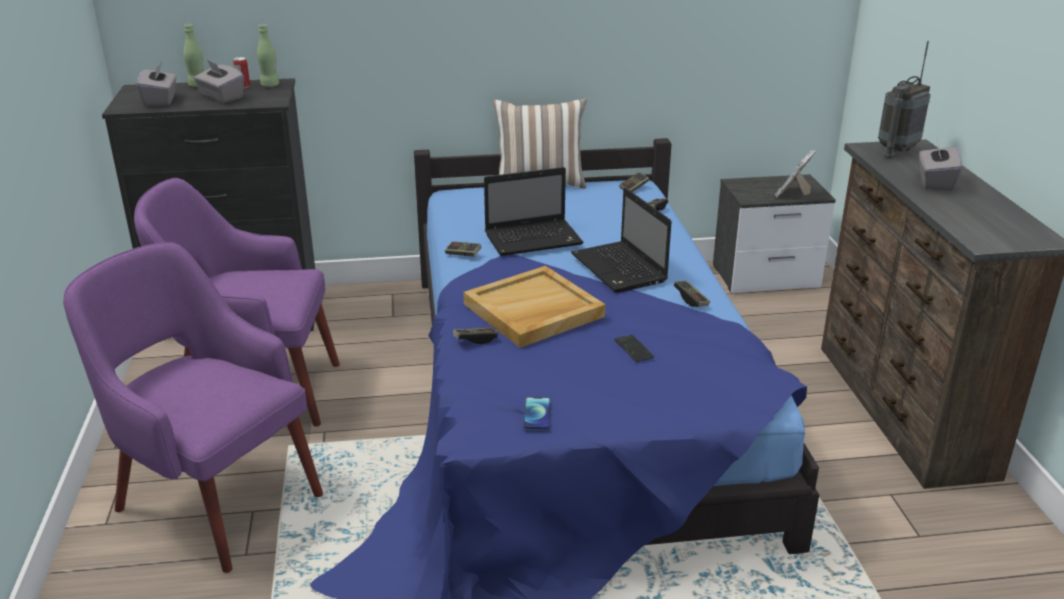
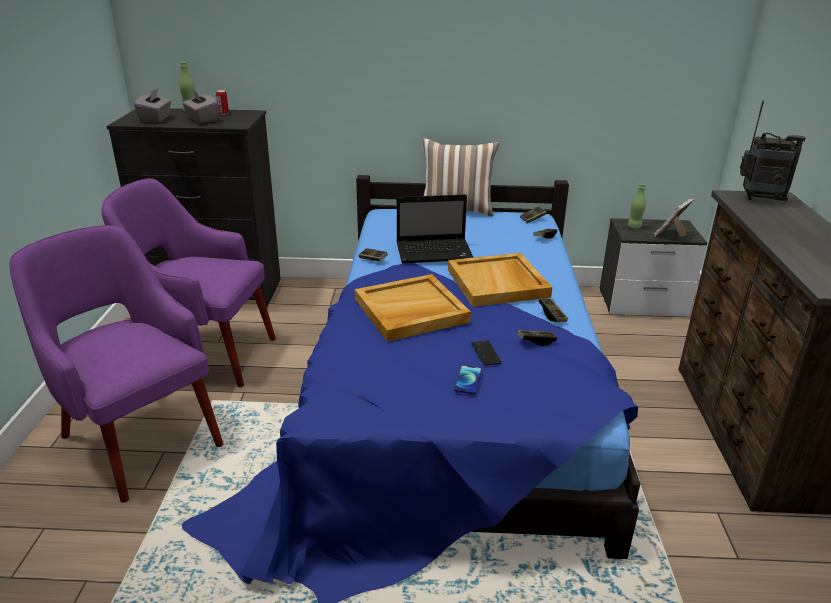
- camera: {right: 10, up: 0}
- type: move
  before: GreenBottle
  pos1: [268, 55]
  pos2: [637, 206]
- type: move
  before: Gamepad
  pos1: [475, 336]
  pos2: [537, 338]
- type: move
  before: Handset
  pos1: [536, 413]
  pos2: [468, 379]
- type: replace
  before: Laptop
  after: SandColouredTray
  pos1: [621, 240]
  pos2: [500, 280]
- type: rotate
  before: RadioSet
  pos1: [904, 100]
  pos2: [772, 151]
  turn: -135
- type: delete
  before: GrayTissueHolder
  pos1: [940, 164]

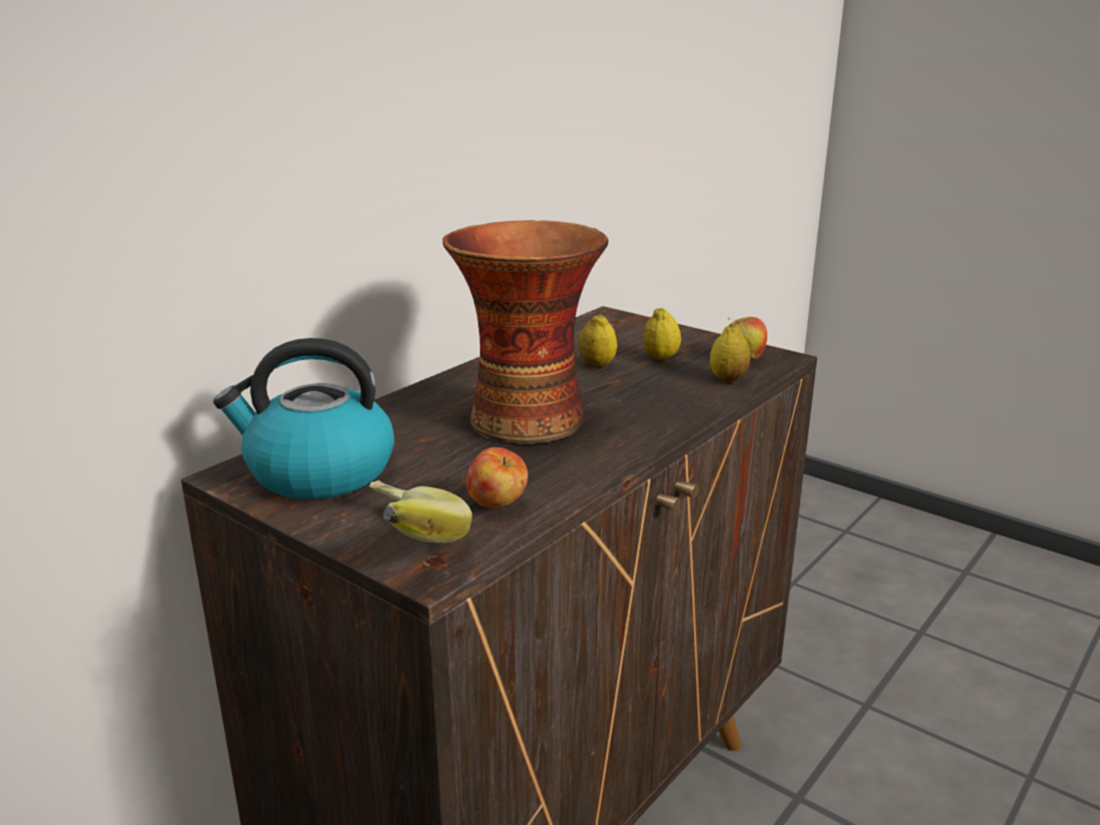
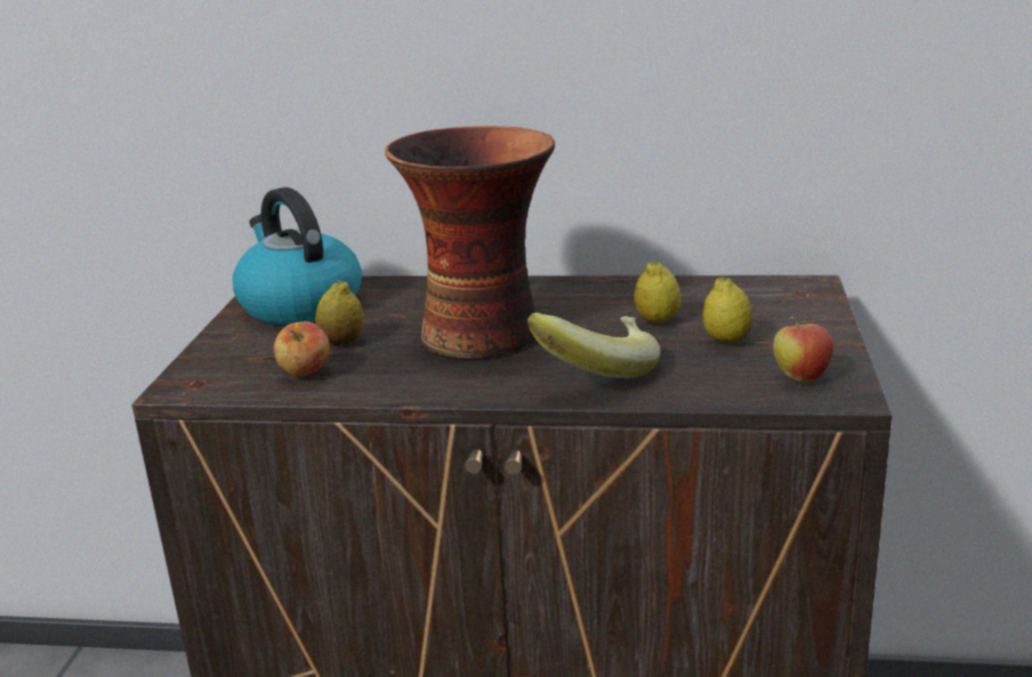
- camera: {right: 60, up: 0}
- type: move
  before: BananaFruit
  pos1: [420, 511]
  pos2: [594, 345]
- type: move
  before: WholeLemon
  pos1: [730, 353]
  pos2: [340, 313]

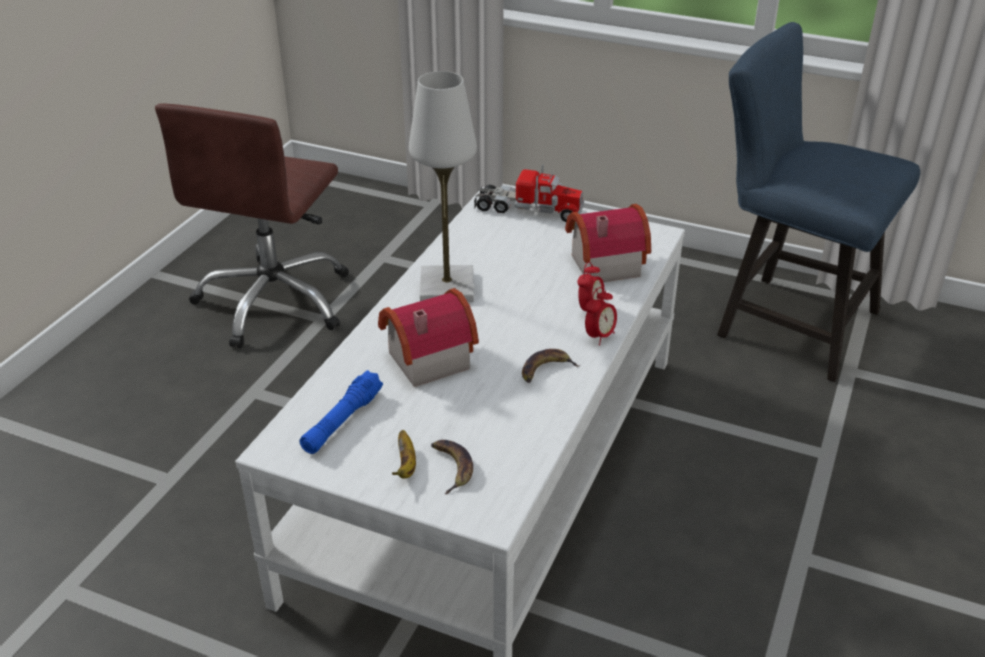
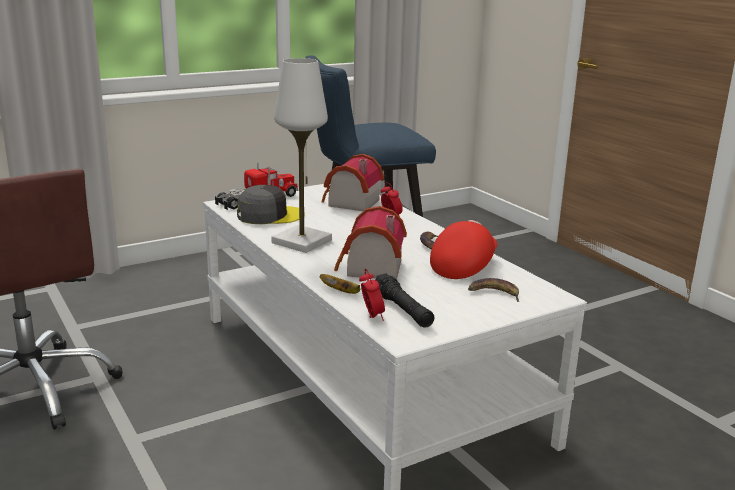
- camera: {right: -55, up: -15}
- type: recolor
  before: BlueColouredTorch
  after: BlackColouredTorch
  pos1: [341, 412]
  pos2: [405, 301]
- type: move
  before: BananaFruit
  pos1: [404, 454]
  pos2: [339, 284]
- type: move
  before: BedsideClock
  pos1: [601, 316]
  pos2: [372, 295]
- type: insert
  after: GrayCap
  pos2: [271, 204]
- type: insert
  after: RedCap
  pos2: [463, 249]

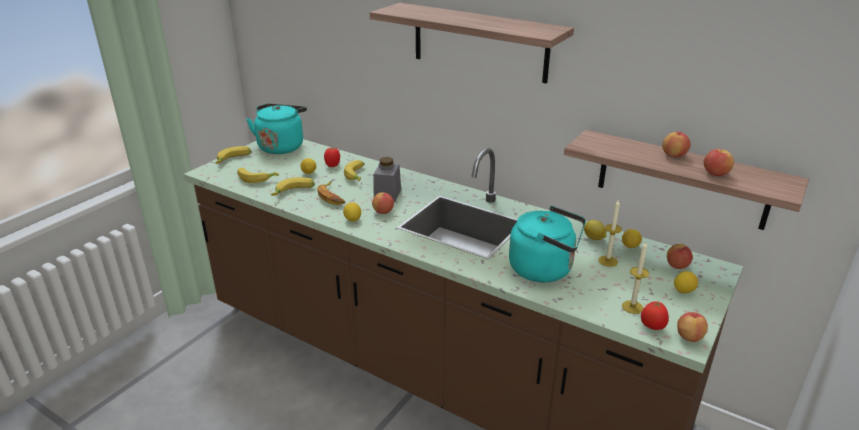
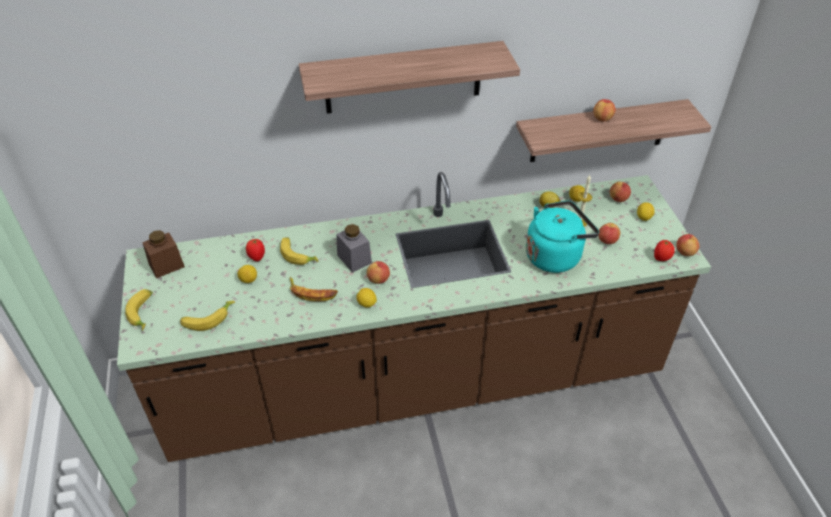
- camera: {right: -45, up: 15}
- type: replace
  before: TurquoiseColouredKettle
  after: BrownishPreserveJar
  pos1: [276, 129]
  pos2: [163, 254]
- type: delete
  before: BananaFruit
  pos1: [293, 186]
- type: delete
  before: WaxLight
  pos1: [635, 278]
- type: move
  before: AppleFruit
  pos1: [719, 162]
  pos2: [609, 233]

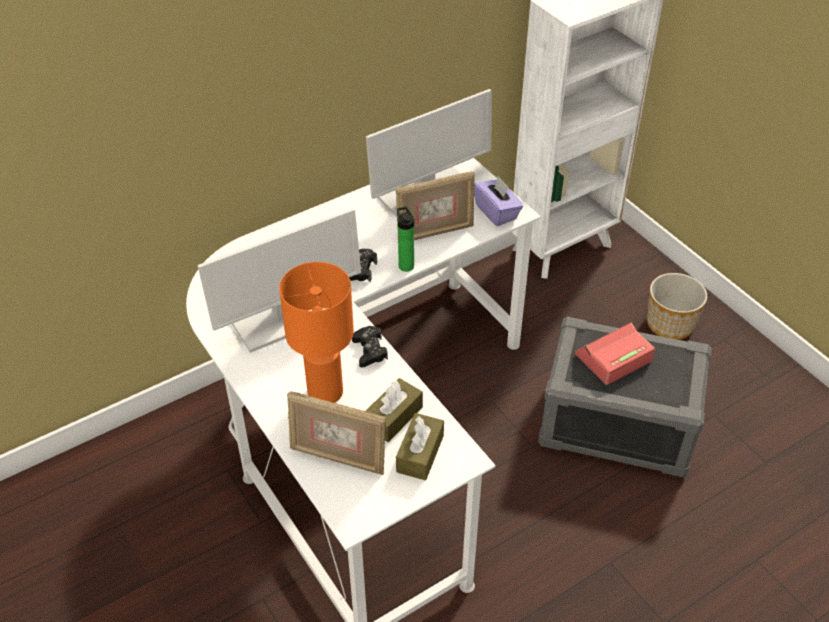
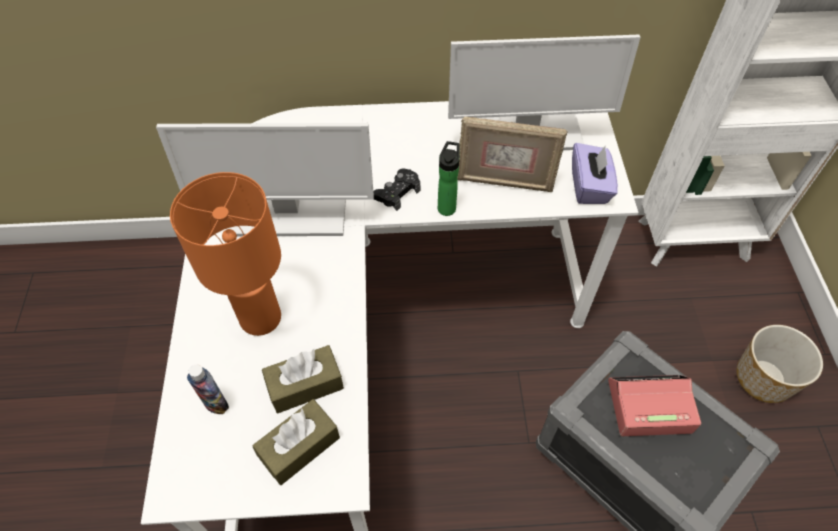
- camera: {right: 30, up: 10}
- type: replace
  before: PictureFrame
  after: Bottle
  pos1: [336, 433]
  pos2: [208, 389]
- type: delete
  before: BlackColouredGamepad
  pos1: [370, 347]

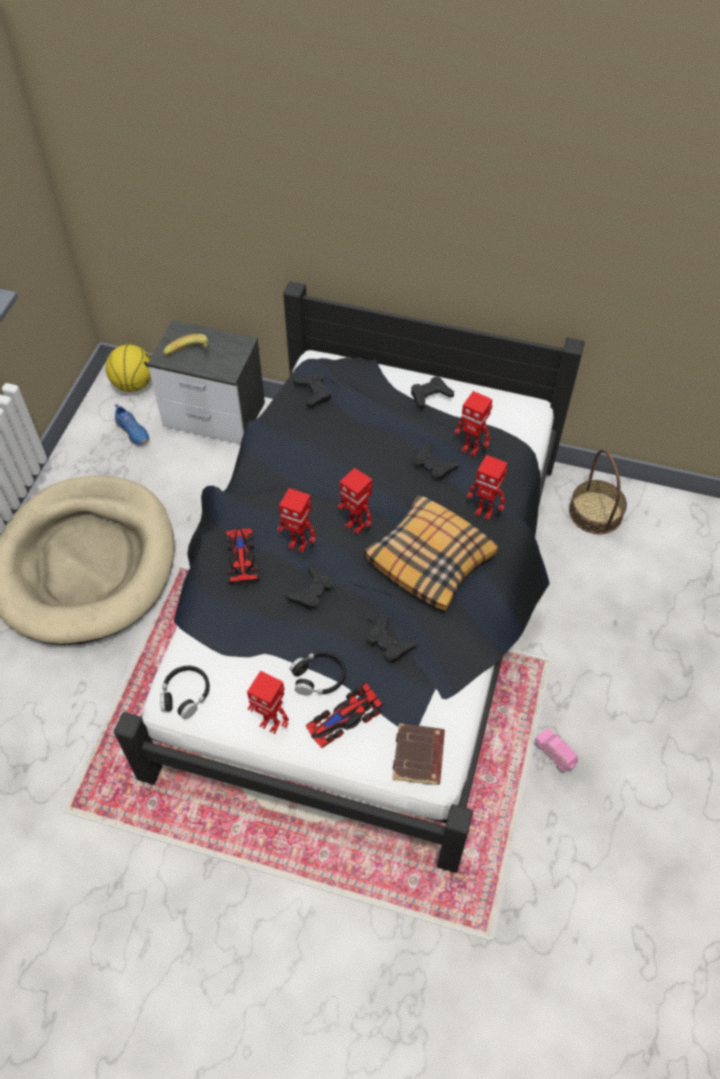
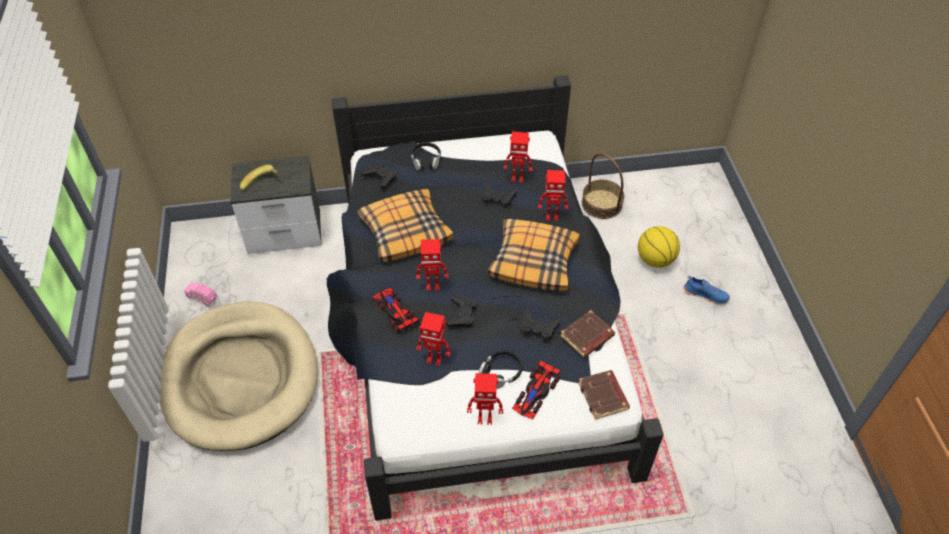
- camera: {right: -25, up: -5}
- type: move
  before: Basketball
  pos1: [128, 368]
  pos2: [659, 247]
- type: move
  before: BlueColouredLowShoe
  pos1: [132, 425]
  pos2: [706, 289]
- type: move
  before: BlackColouredHeadset
  pos1: [185, 692]
  pos2: [425, 156]
- type: move
  before: RobotFigure
  pos1: [355, 501]
  pos2: [433, 339]
- type: delete
  before: BlackColouredGamepad
  pos1: [432, 393]
- type: move
  before: PinkishModelCar
  pos1: [556, 750]
  pos2: [201, 294]
- type: insert
  after: ThrowPillow
  pos2: [405, 225]
- type: insert
  after: BrownishBoundBook
  pos2: [587, 334]

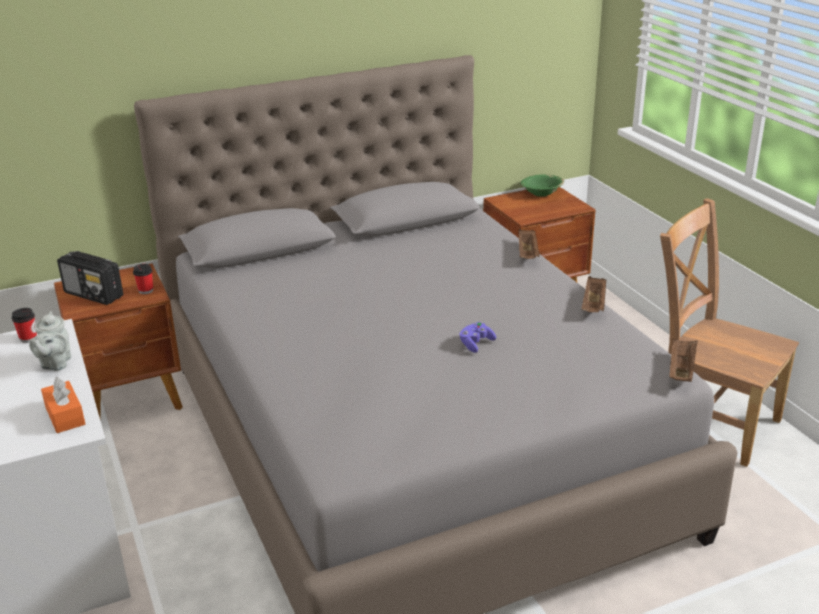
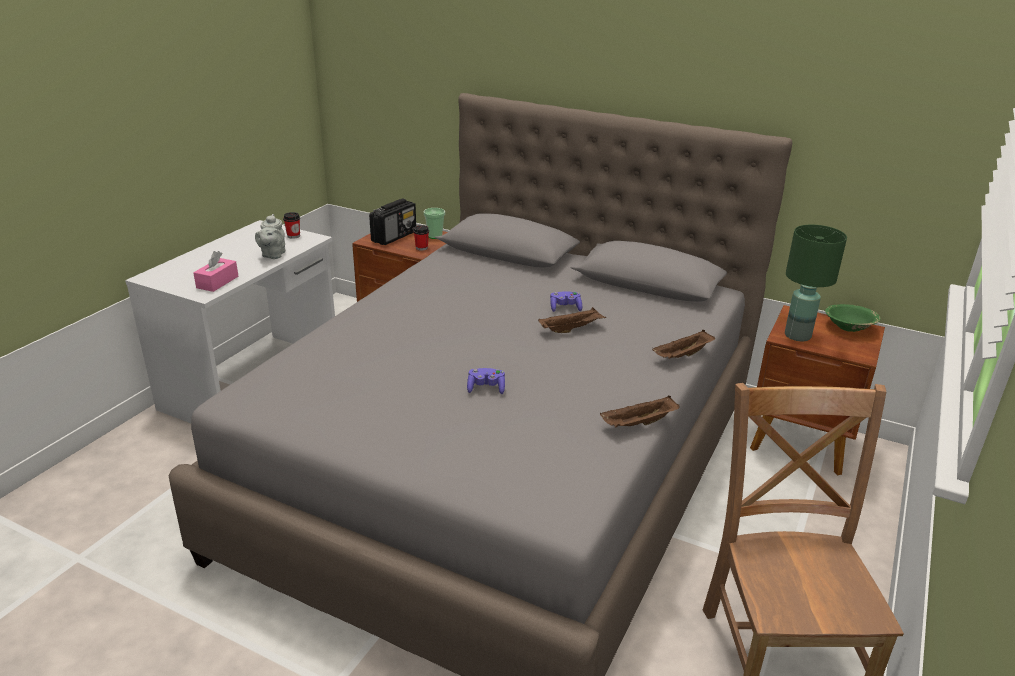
- camera: {right: 50, up: 0}
- type: rotate
  before: GrayTeaPot
  pos1: [50, 341]
  pos2: [270, 236]
  turn: -45
- type: recolor
  before: OrangeTissueHolder
  after: PinkishTissueHolder
  pos1: [63, 405]
  pos2: [215, 271]
- type: rotate
  before: RadioSet
  pos1: [90, 278]
  pos2: [392, 222]
  turn: -135
- type: move
  before: BrownishTray
  pos1: [683, 360]
  pos2: [572, 320]
- type: insert
  after: SmallCup
  pos2: [434, 223]
- type: insert
  after: PurplishGamepad
  pos2: [566, 302]
- type: insert
  after: GreenTableLamp
  pos2: [816, 283]

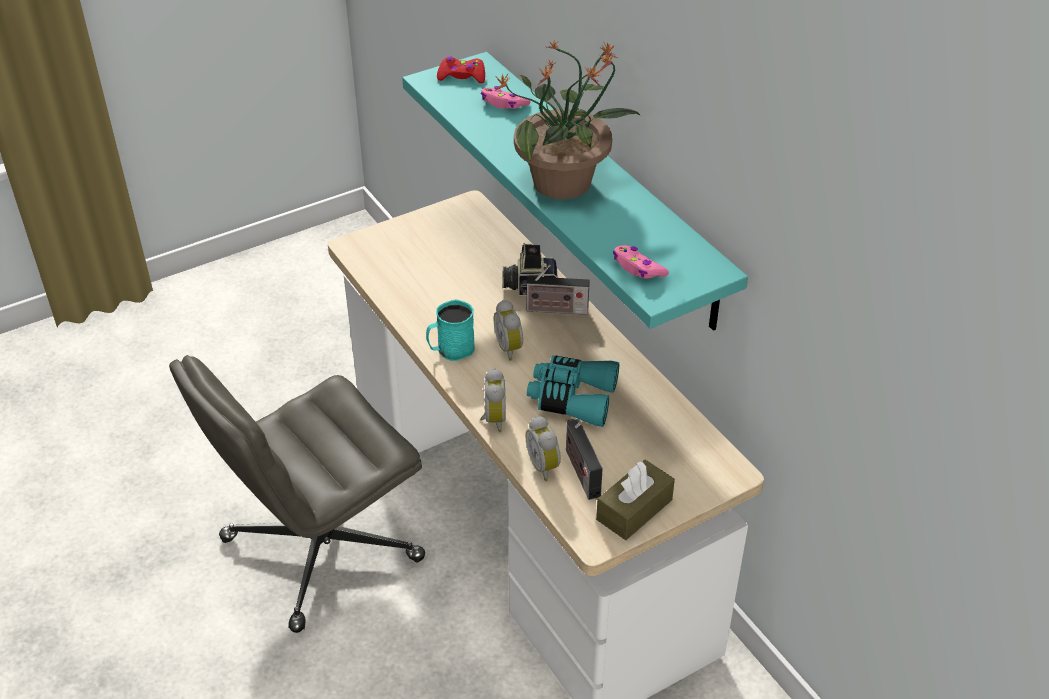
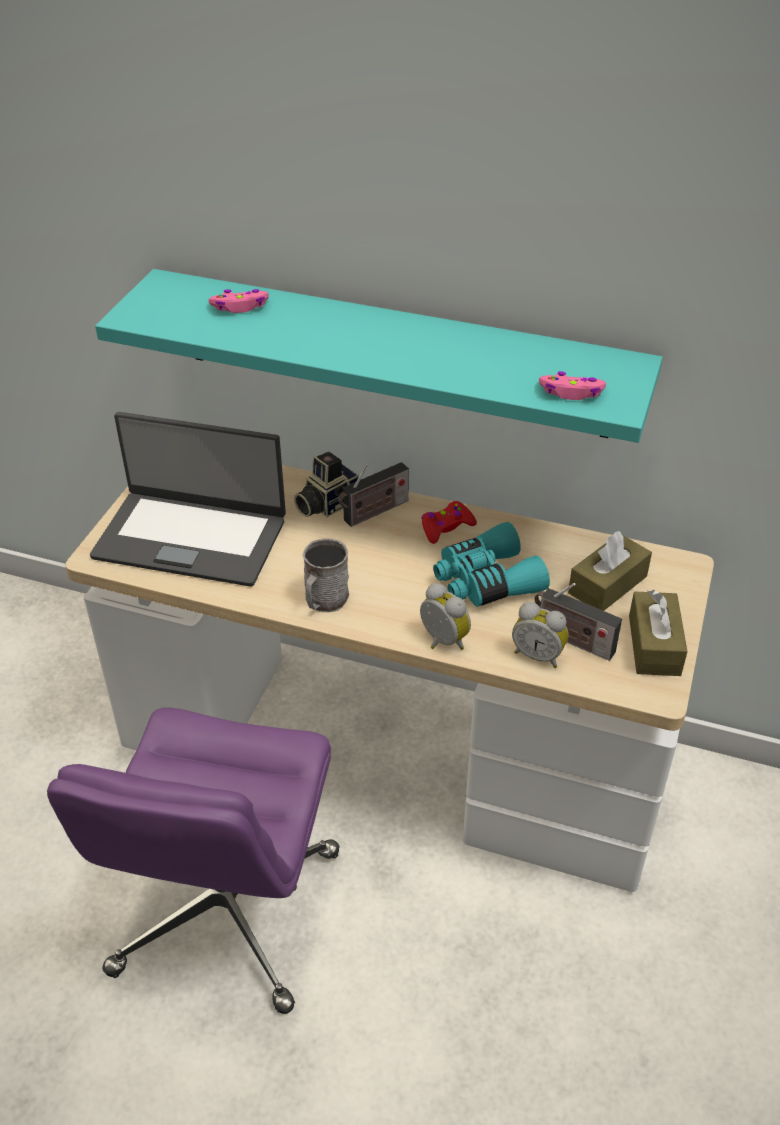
- camera: {right: -40, up: 0}
- type: recolor
  before: GrayComputerChair
  after: PurplishComputerChair
  pos1: [297, 494]
  pos2: [193, 861]
- type: recolor
  before: TurquoiseColouredCoffeeMug
  after: GrayCoffeeMug
  pos1: [450, 330]
  pos2: [326, 575]
- type: move
  before: RedGamepad
  pos1: [461, 69]
  pos2: [449, 522]
- type: delete
  before: Houseplant
  pos1: [567, 120]
- type: delete
  before: BedsideClock
  pos1: [508, 330]
- type: insert
  after: Laptop
  pos2: [188, 499]
- type: insert
  after: BrownishTissueHolder
  pos2: [610, 571]

